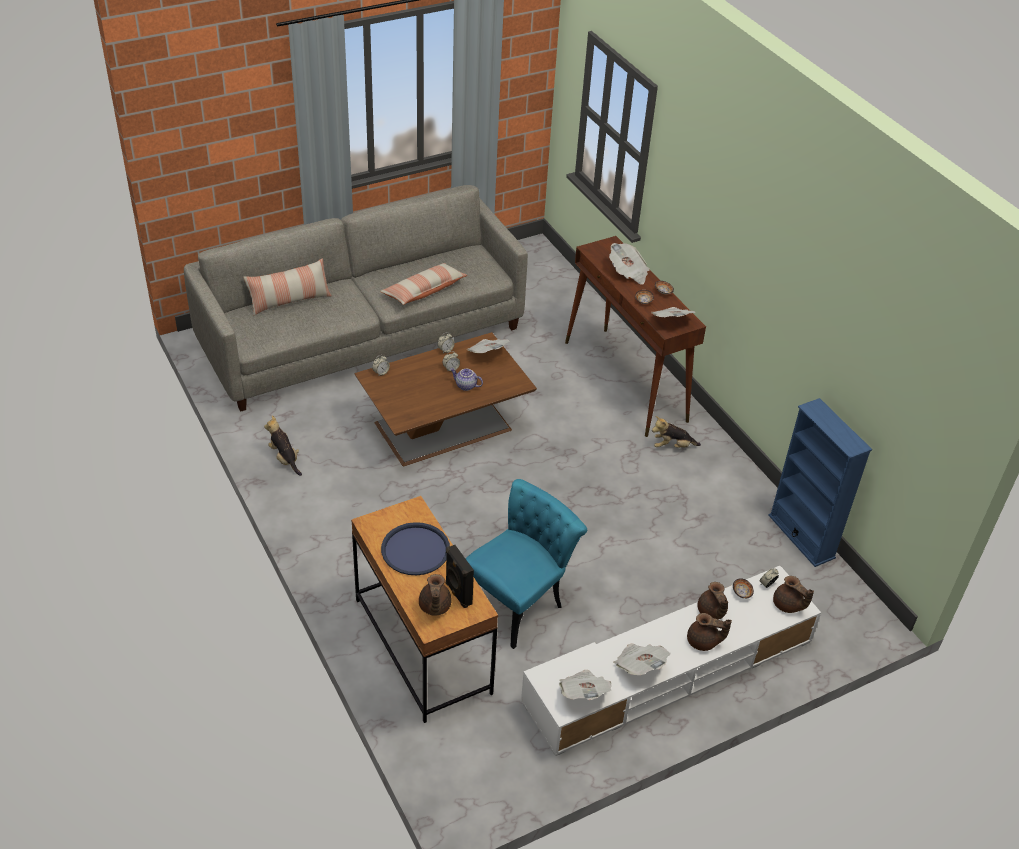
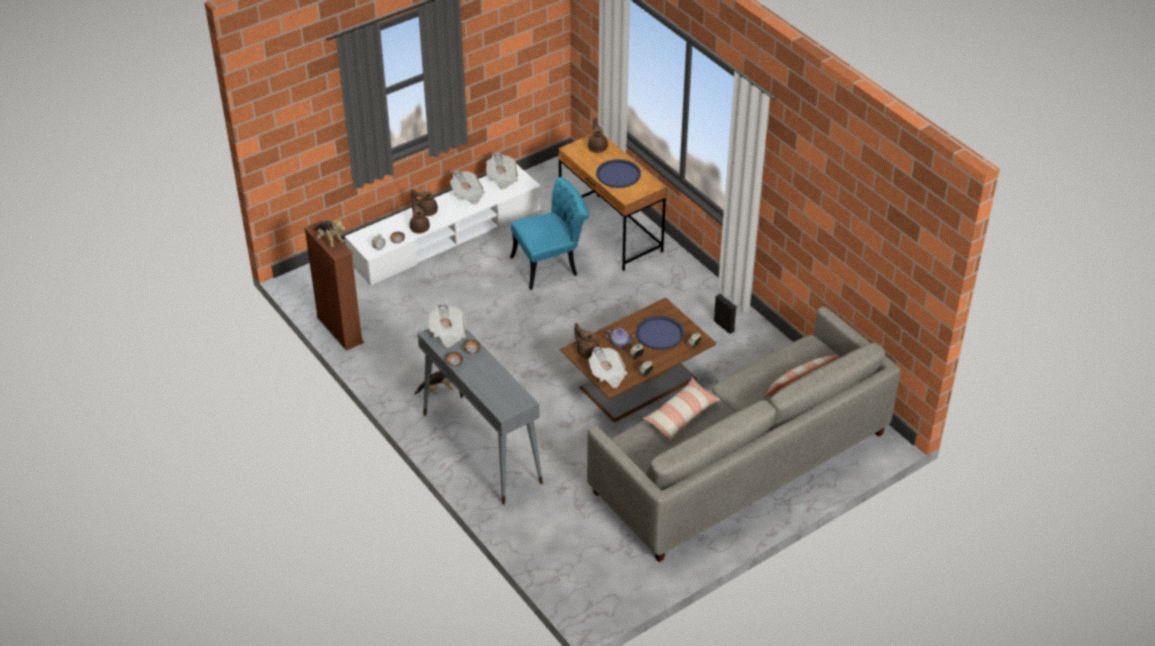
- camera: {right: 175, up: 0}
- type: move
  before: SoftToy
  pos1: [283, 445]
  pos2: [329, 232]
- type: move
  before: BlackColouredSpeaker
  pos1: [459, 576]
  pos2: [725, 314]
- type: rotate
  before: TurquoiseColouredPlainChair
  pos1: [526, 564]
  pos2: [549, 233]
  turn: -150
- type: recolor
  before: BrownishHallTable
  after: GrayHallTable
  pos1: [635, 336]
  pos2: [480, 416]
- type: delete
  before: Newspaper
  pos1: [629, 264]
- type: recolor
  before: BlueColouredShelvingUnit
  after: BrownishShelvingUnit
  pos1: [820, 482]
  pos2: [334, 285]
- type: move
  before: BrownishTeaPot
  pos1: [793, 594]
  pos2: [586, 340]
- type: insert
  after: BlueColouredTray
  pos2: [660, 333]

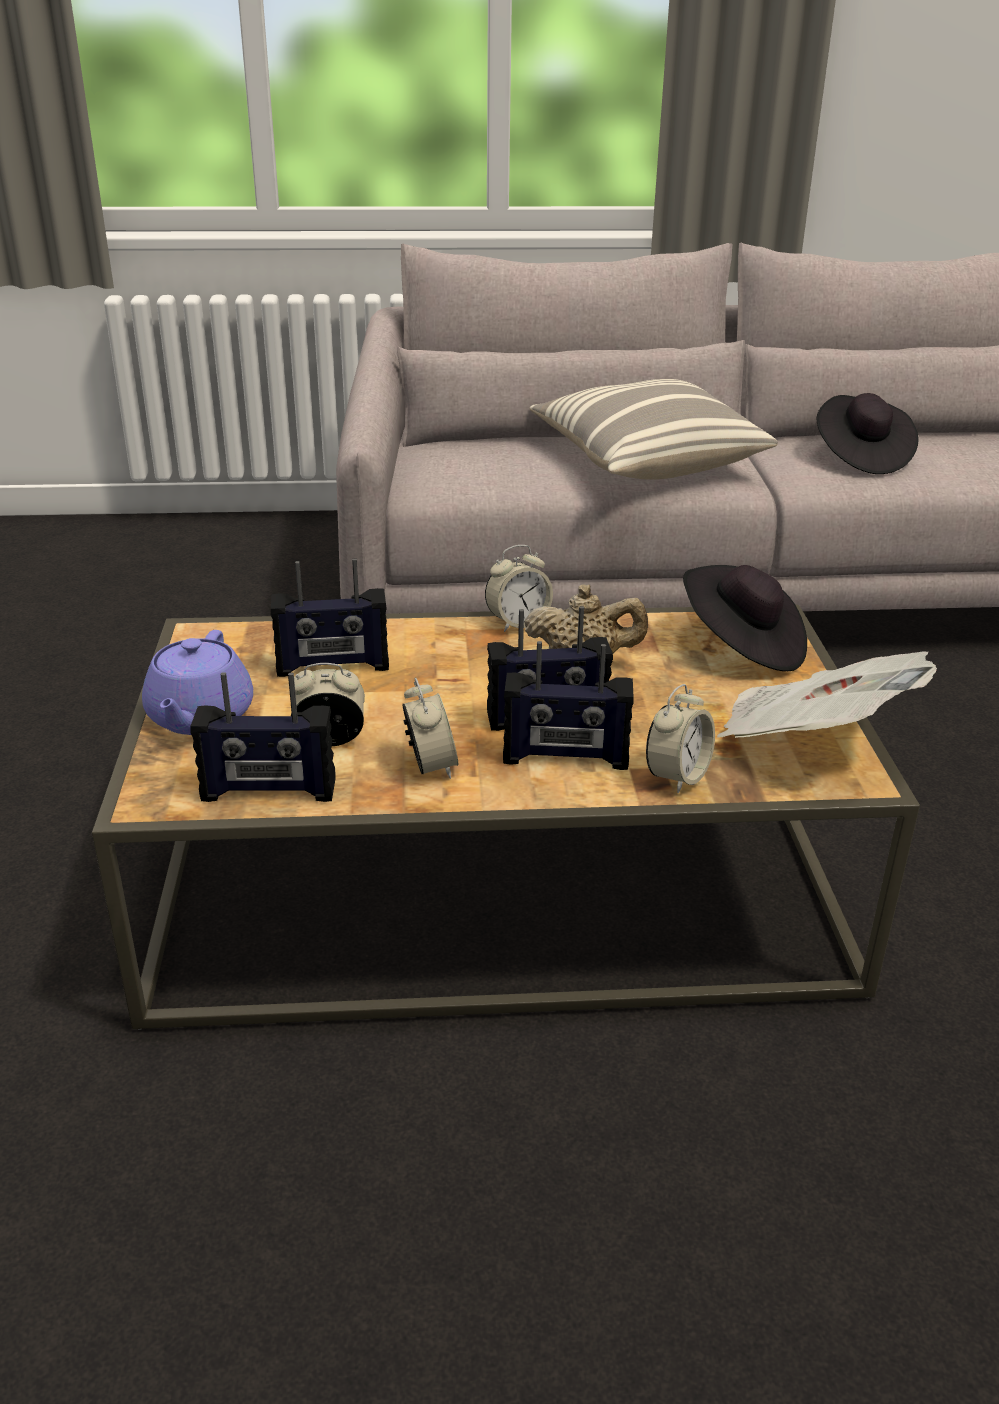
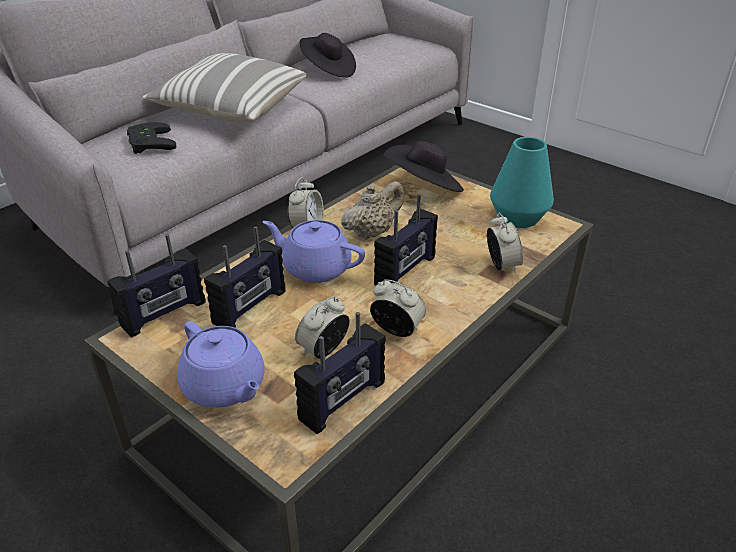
- camera: {right: -45, up: 5}
- type: move
  before: RadioSet
  pos1: [568, 705]
  pos2: [157, 286]
- type: replace
  before: Newspaper
  after: TurquoiseColouredDecorativeVase
  pos1: [827, 694]
  pos2: [522, 182]
- type: insert
  after: BlackColouredGamepad
  pos2: [151, 138]
- type: insert
  after: PurplishTeaPot
  pos2: [314, 251]

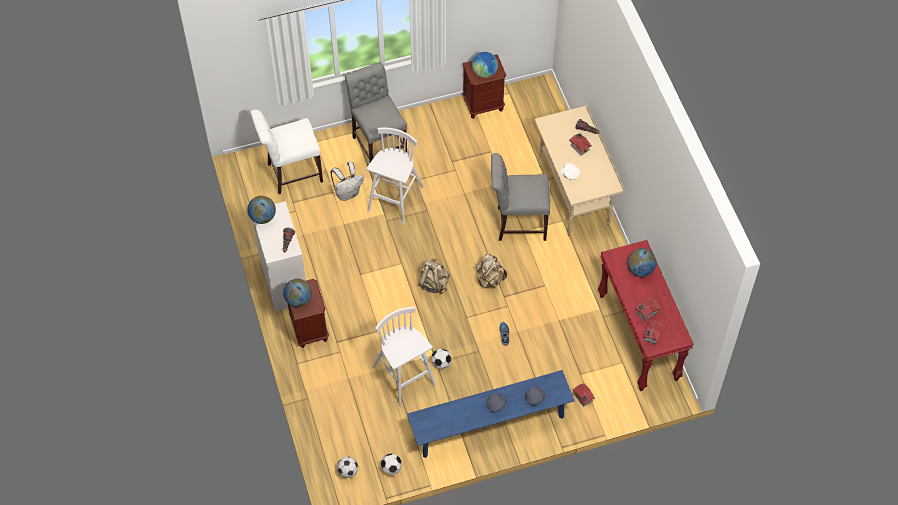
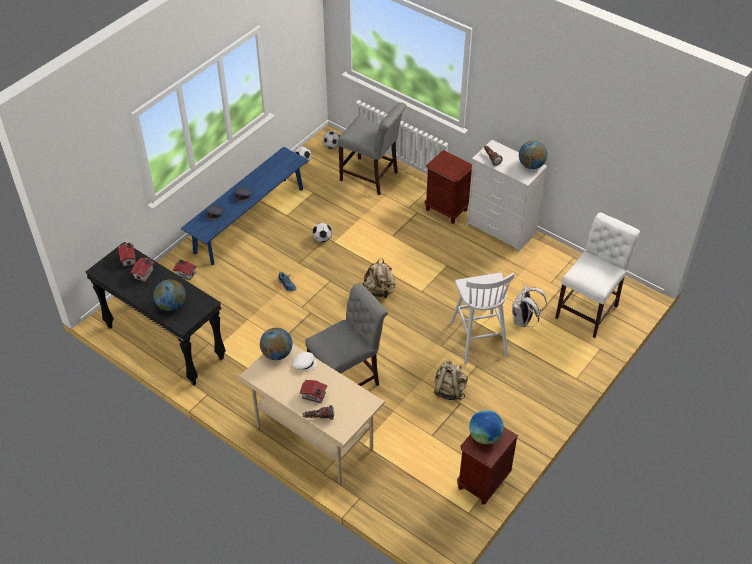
- camera: {right: 145, up: -10}
- type: move
  before: WorldGlobe
  pos1: [297, 293]
  pos2: [276, 344]
- type: move
  before: GrayPlainChair
  pos1: [376, 112]
  pos2: [372, 149]
- type: delete
  before: WhiteColouredStoolSeat
  pos1: [404, 356]
- type: move
  before: SandColouredBackpack
  pos1: [491, 270]
  pos2: [451, 380]
- type: recolor
  before: RedHallTable
  after: BlackColouredHallTable
  pos1: [646, 315]
  pos2: [156, 314]

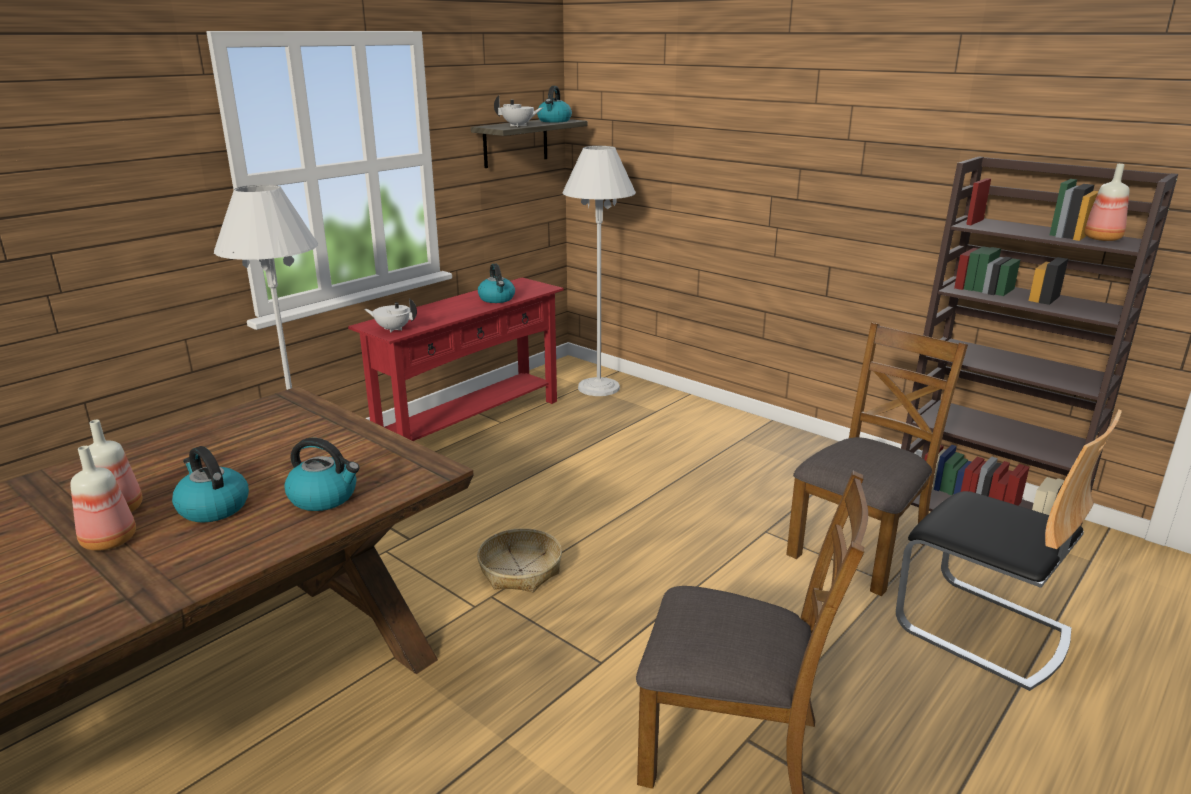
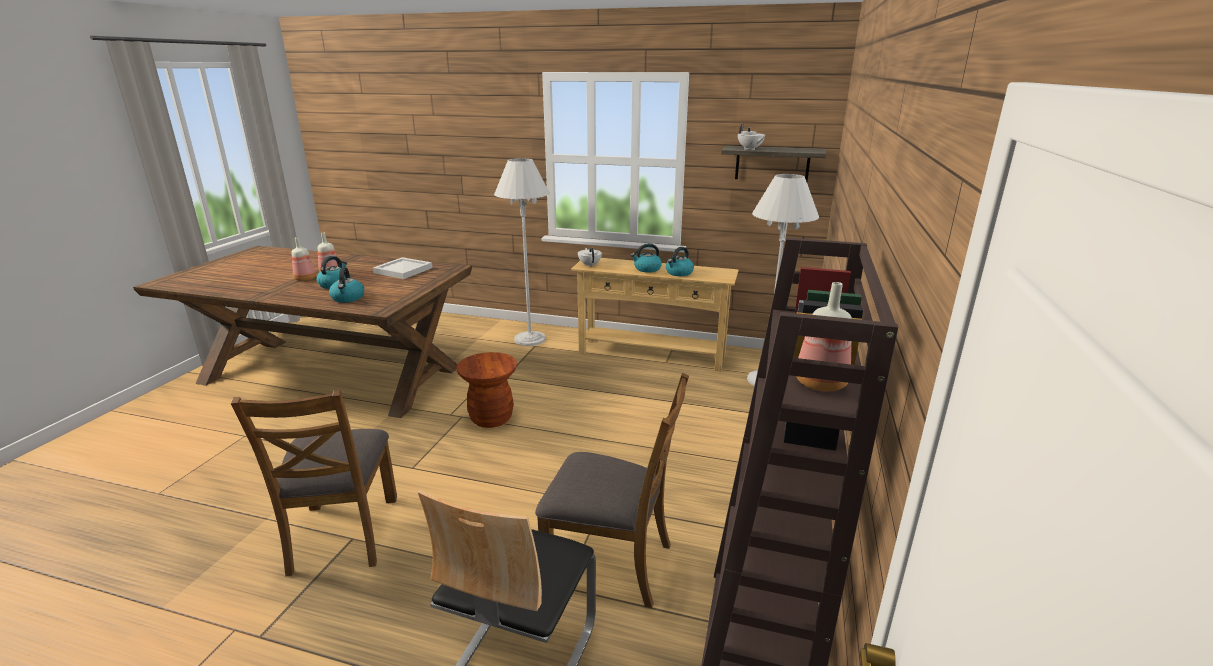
- camera: {right: 65, up: 0}
- type: recolor
  before: RedHallTable
  after: SandColouredHallTable
  pos1: [456, 359]
  pos2: [655, 315]
- type: replace
  before: HouseholdBasket
  after: BrownishStoolSeat
  pos1: [519, 560]
  pos2: [486, 390]
- type: move
  before: Kettle
  pos1: [554, 104]
  pos2: [646, 257]
- type: insert
  after: WhiteColouredTray
  pos2: [403, 268]

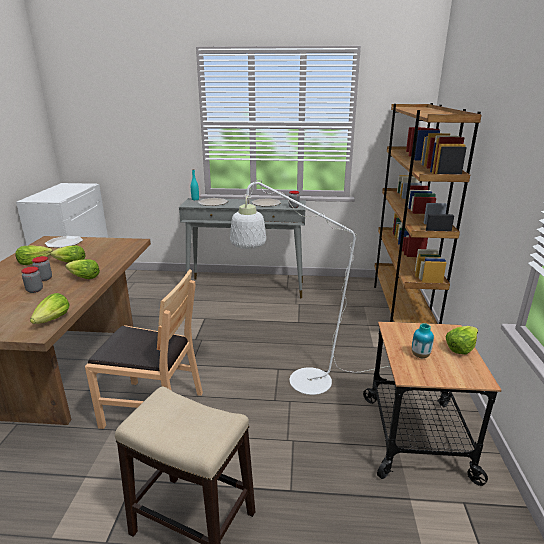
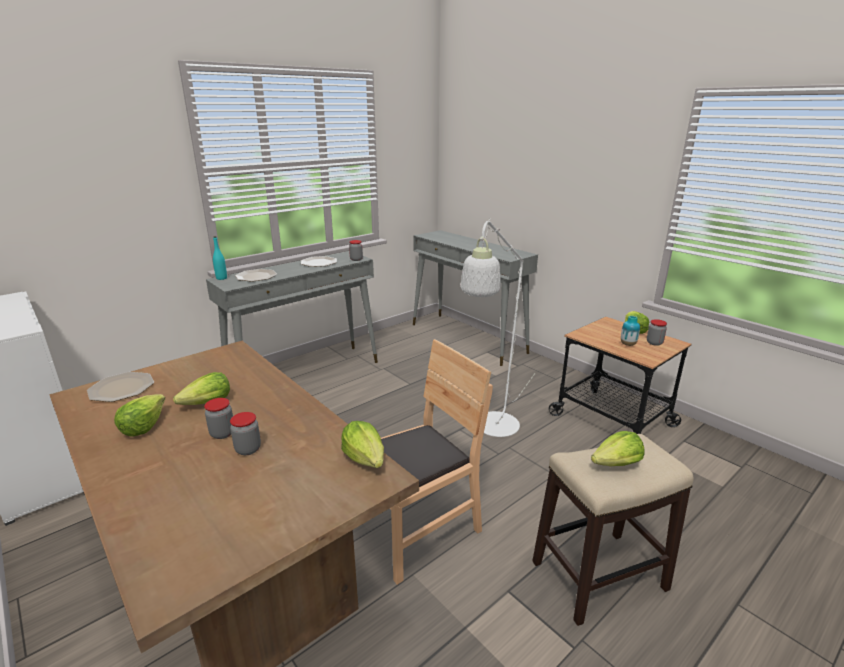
- camera: {right: -45, up: 0}
- type: move
  before: Lettuce
  pos1: [82, 269]
  pos2: [617, 448]
- type: replace
  before: BrownishShelvingUnit
  after: GrayHallTable
  pos1: [428, 213]
  pos2: [475, 298]
- type: insert
  after: PreserveJar
  pos2: [657, 332]

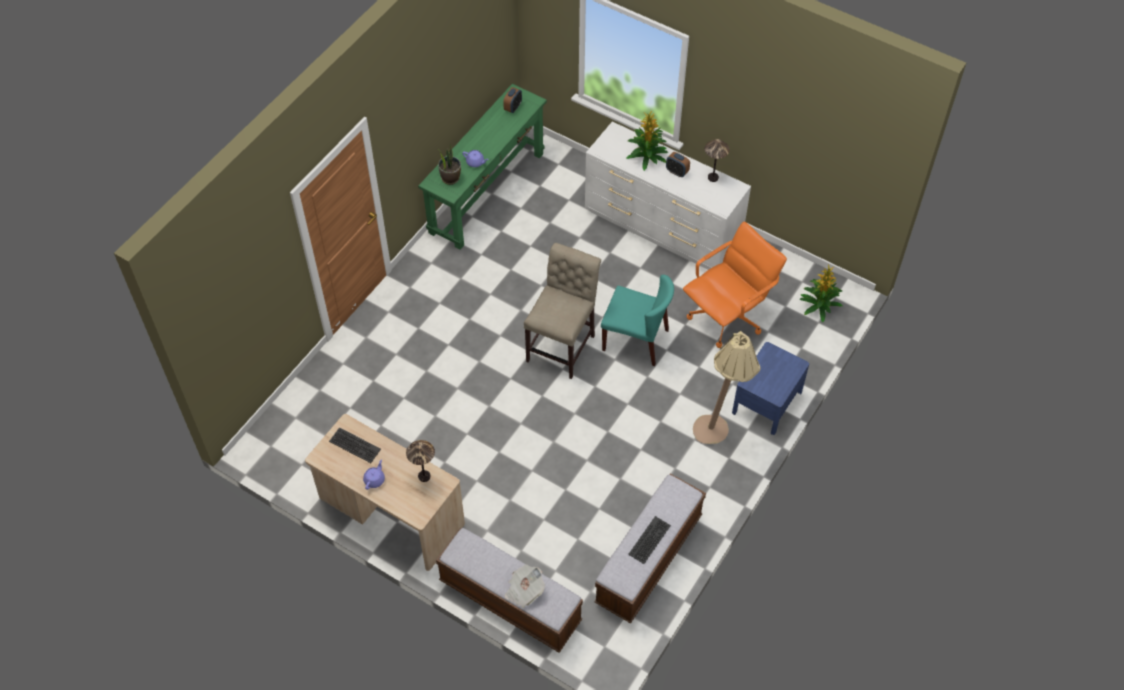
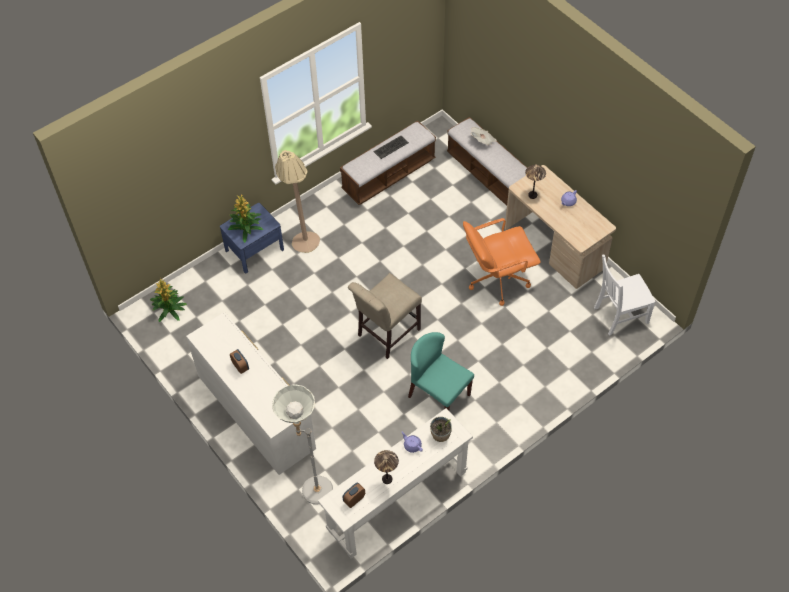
- camera: {right: -160, up: 0}
- type: delete
  before: PcKeyboard
  pos1: [355, 445]
- type: recolor
  before: GreenHallTable
  after: WhiteColouredHallTable
  pos1: [482, 167]
  pos2: [395, 483]
- type: move
  before: TurquoiseColouredPlainChair
  pos1: [637, 320]
  pos2: [441, 371]
- type: move
  before: Houseplant
  pos1: [648, 141]
  pos2: [245, 218]
- type: move
  before: OrangeComputerChair
  pos1: [735, 285]
  pos2: [502, 262]
- type: move
  before: TableLamp
  pos1: [717, 160]
  pos2: [386, 467]
- type: insert
  after: GrayStandingLamp
  pos2: [302, 445]
- type: insert
  after: WhiteColouredPlainChair
  pos2: [624, 295]

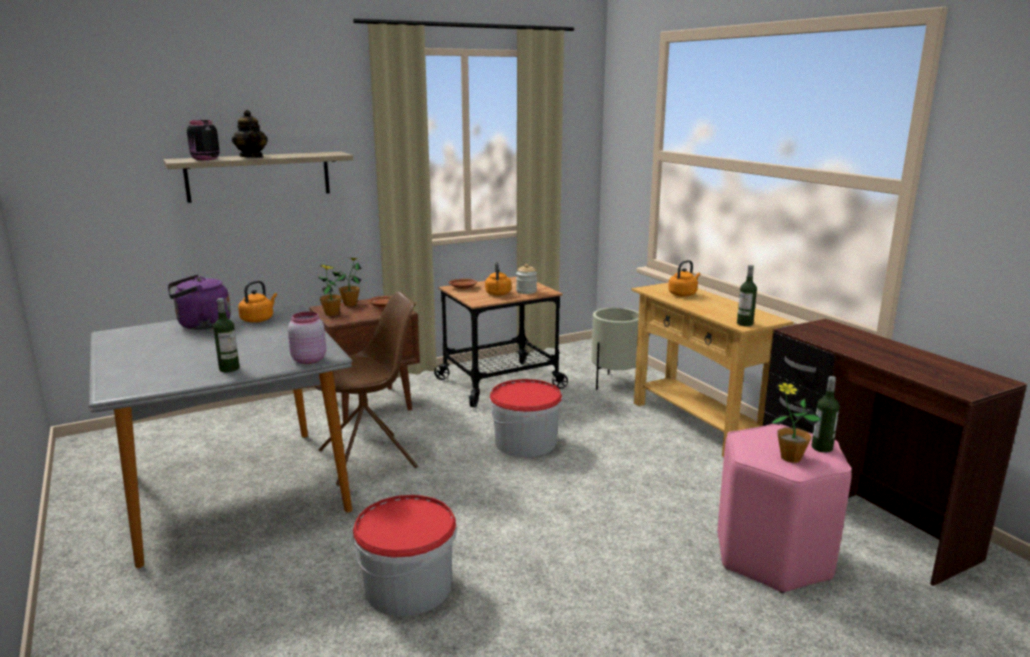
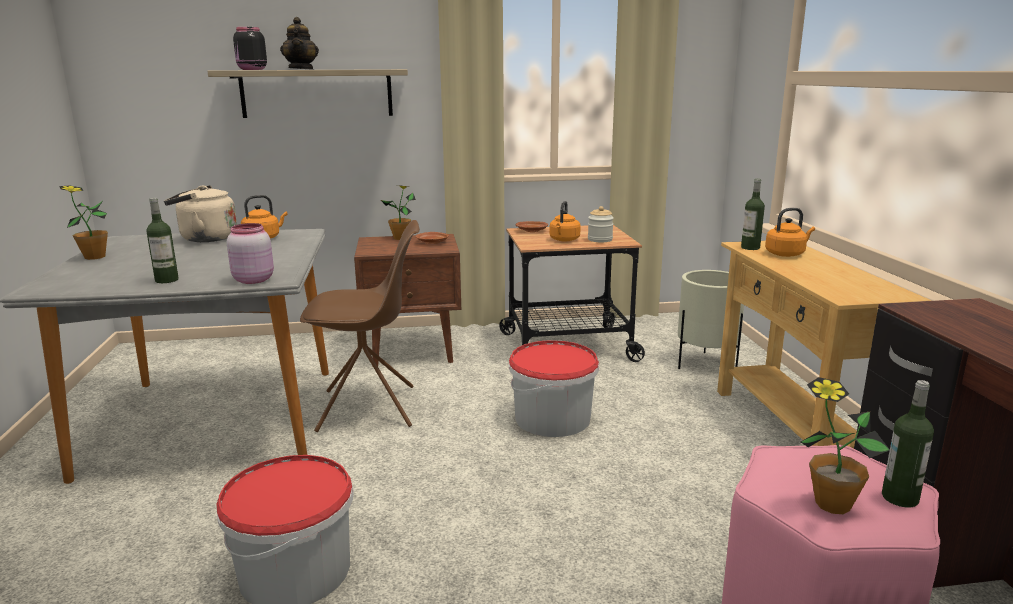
- camera: {right: 20, up: 0}
- type: recolor
  before: PurplishKettle
  after: SandColouredKettle
  pos1: [199, 302]
  pos2: [200, 213]
- type: move
  before: Houseplant
  pos1: [332, 290]
  pos2: [83, 222]
- type: move
  before: Bottle
  pos1: [747, 295]
  pos2: [753, 214]

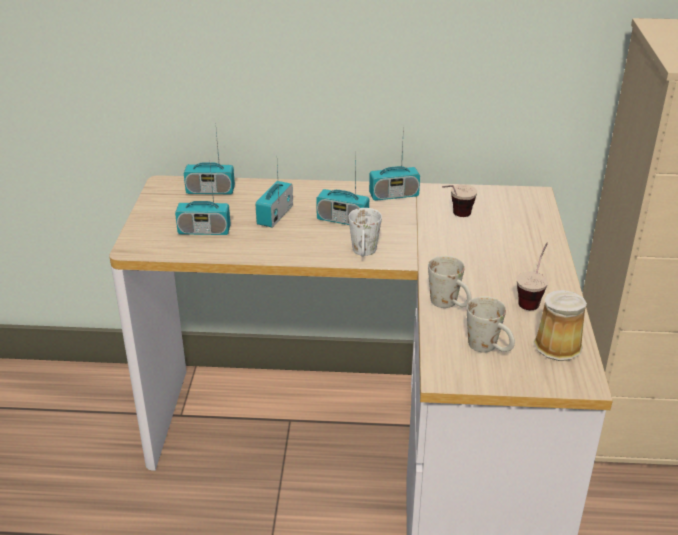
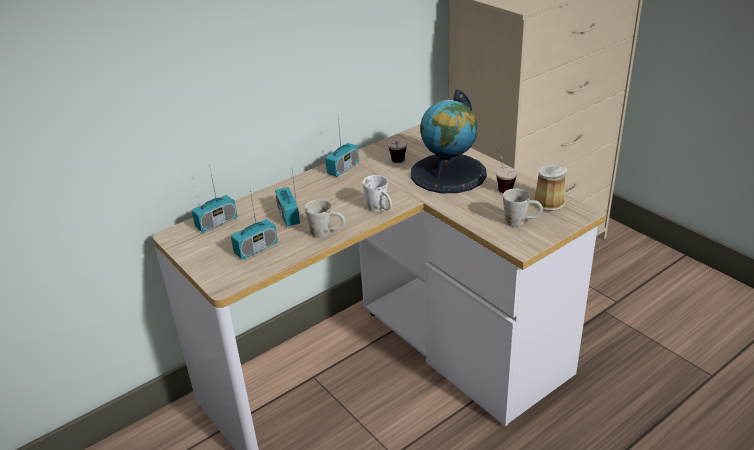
- camera: {right: -40, up: 0}
- type: delete
  before: RadioSet
  pos1: [342, 195]
- type: move
  before: WhiteColouredCoffeeMug
  pos1: [450, 282]
  pos2: [324, 219]
- type: insert
  after: WorldGlobe
  pos2: [449, 141]

